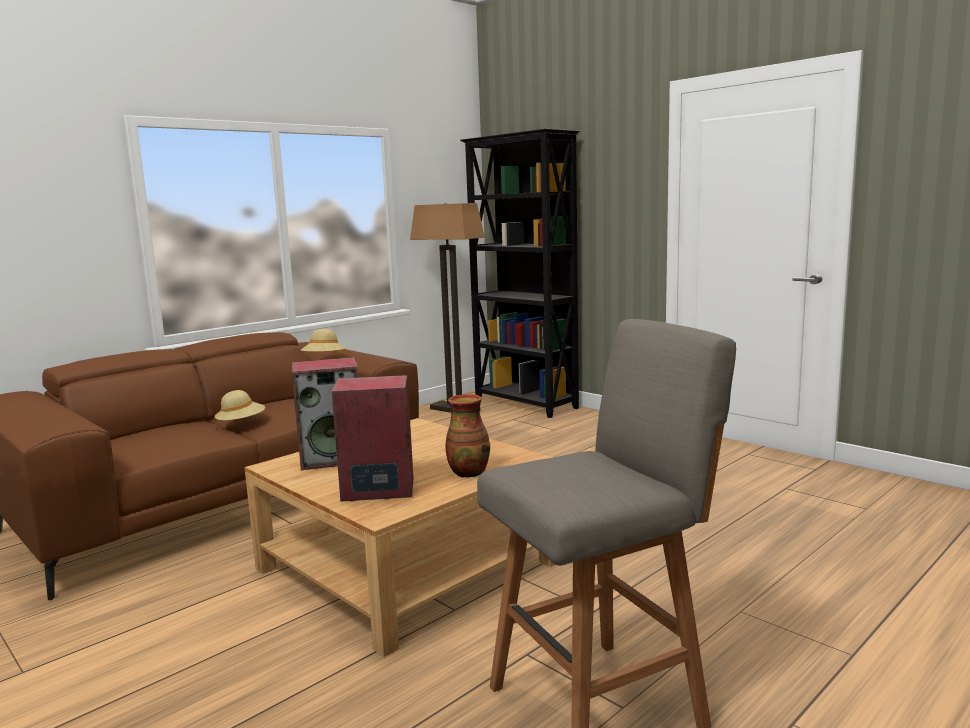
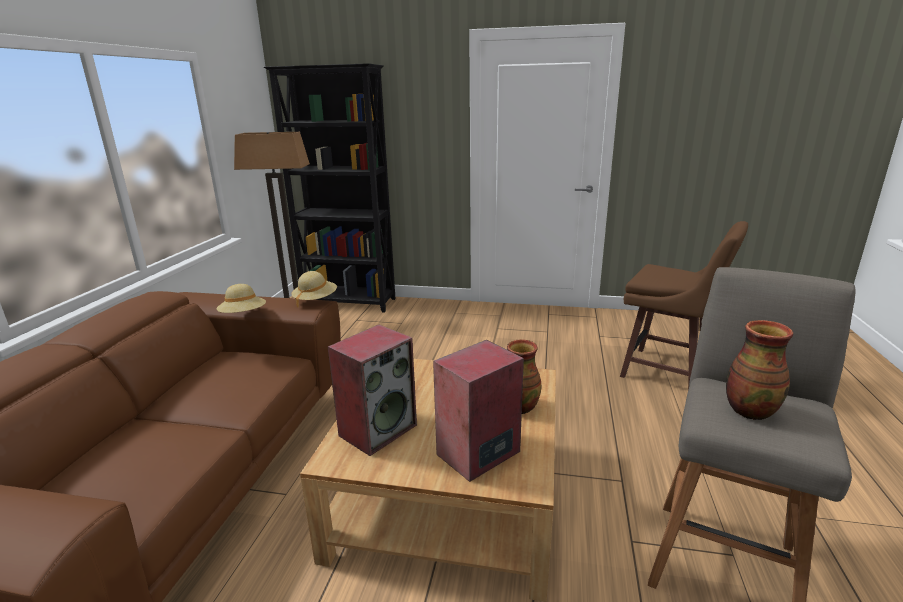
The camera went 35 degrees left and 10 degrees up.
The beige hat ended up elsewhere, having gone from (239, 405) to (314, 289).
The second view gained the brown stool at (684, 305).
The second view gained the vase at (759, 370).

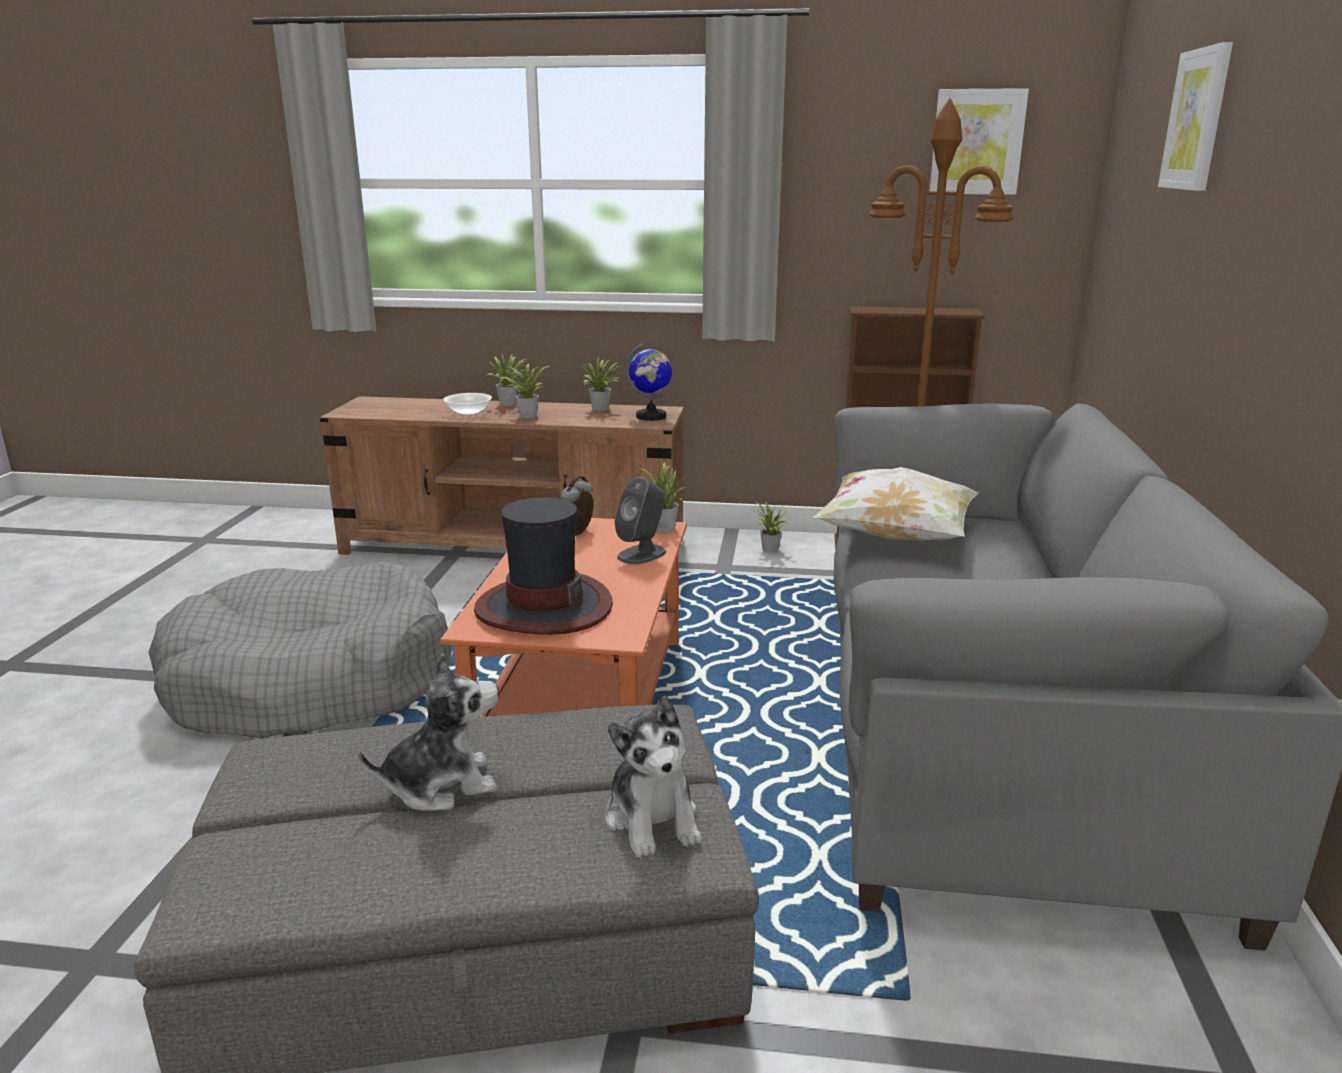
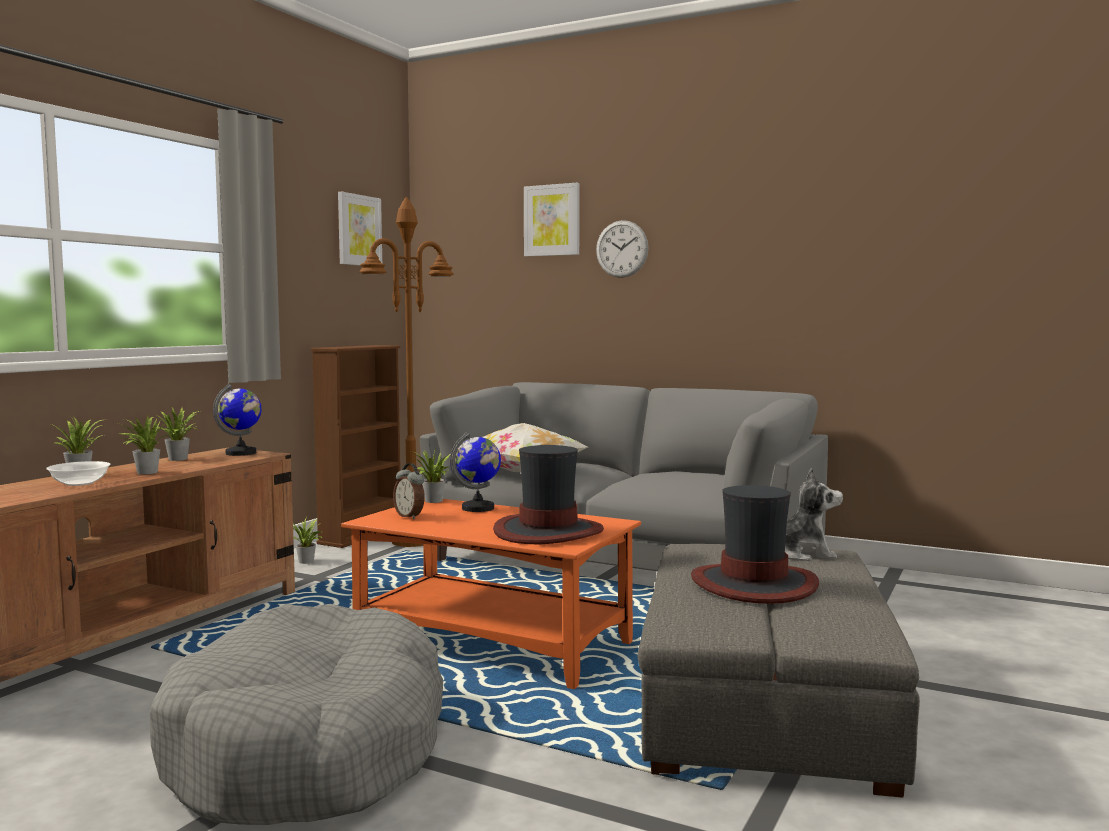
The camera went 70 degrees left and 15 degrees down.
Where the grey speaker stood at (640, 520), the globe came to stand at (475, 472).
The second view gained the wall clock at (622, 249).
Where the plush toy stood at (428, 732), the hat came to stand at (755, 544).

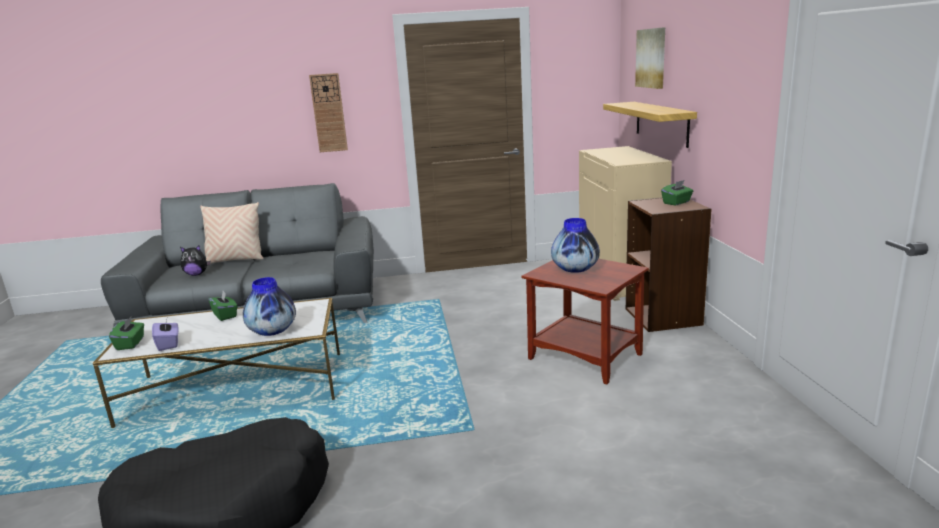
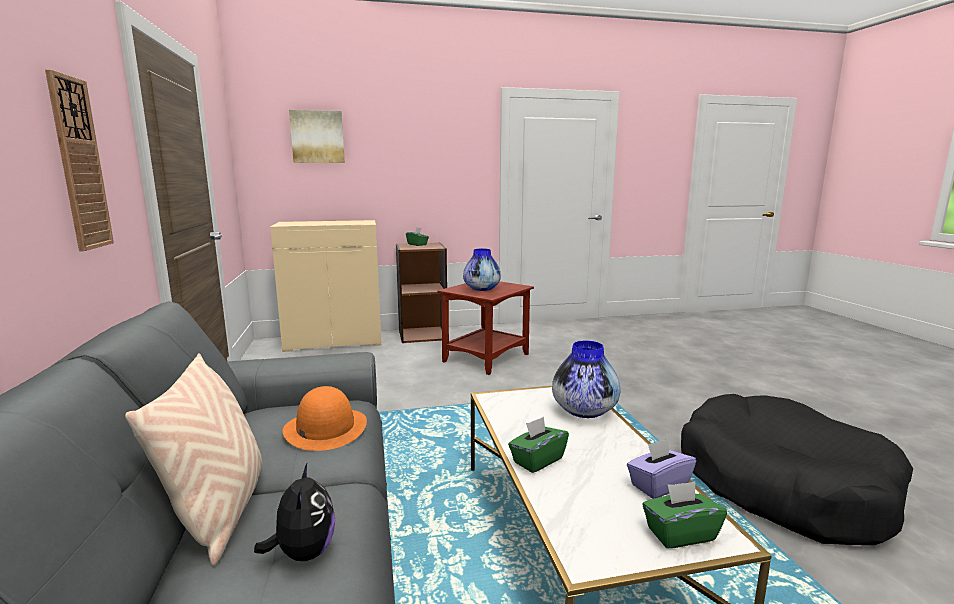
The camera went 95 degrees left and 5 degrees down.
The second view gained the orange hat at (325, 418).
The second view lost the shelf at (650, 125).

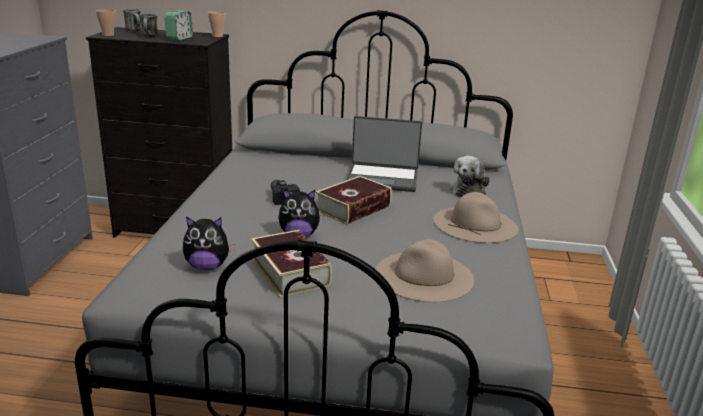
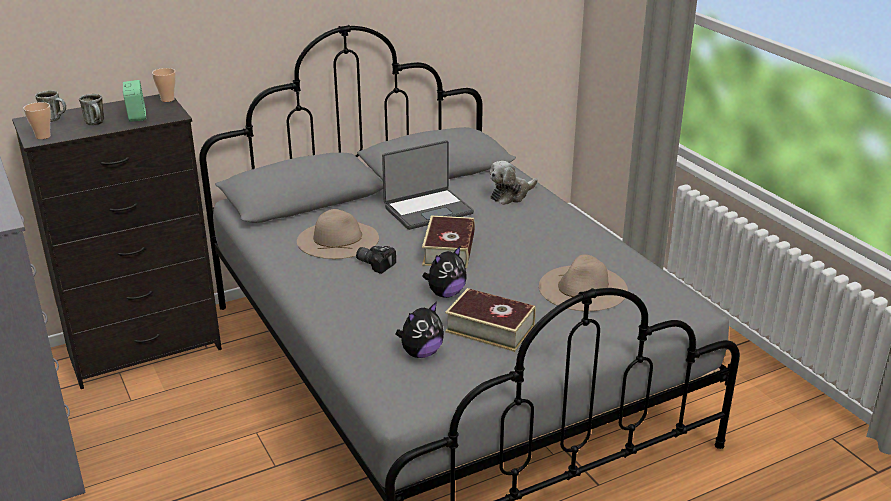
The camera went 35 degrees left and 5 degrees up.
The beige hat ended up elsewhere, having gone from (476, 217) to (338, 234).
The plush toy at (470, 176) ended up facing another way, 60 degrees clockwise from before.

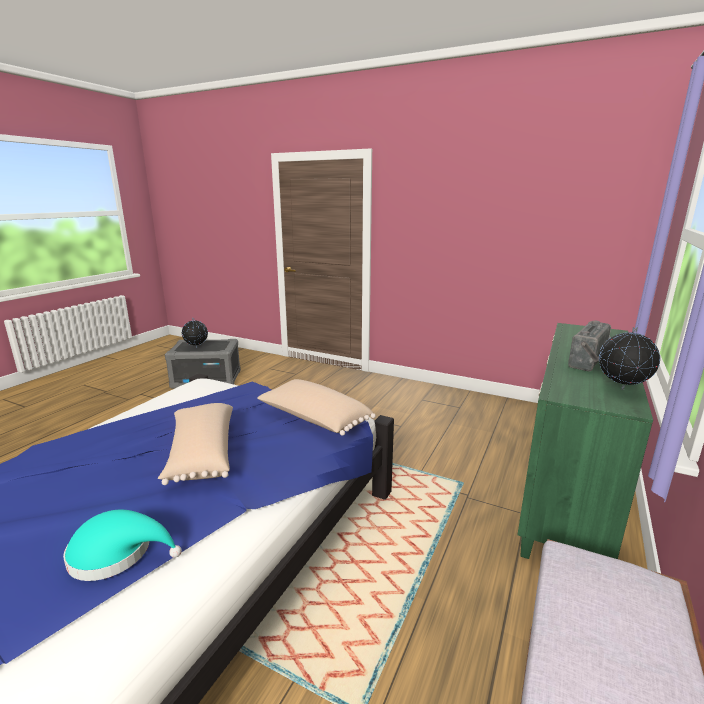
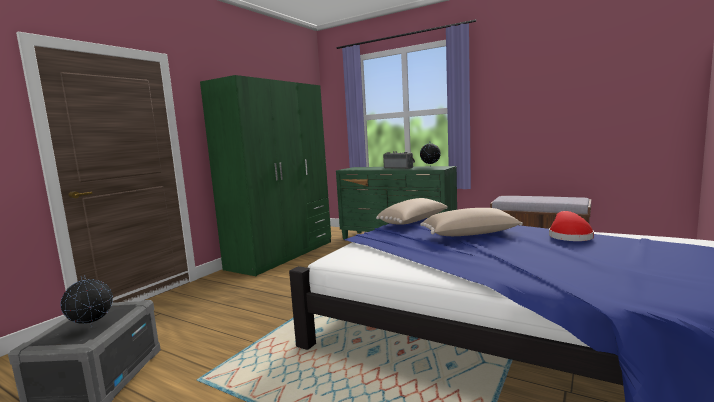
The camera went 85 degrees left and 10 degrees down.
The second view gained the green wardrobe at (265, 175).
What was the turquoise hat at (122, 545) turned into the red hat at (571, 226).

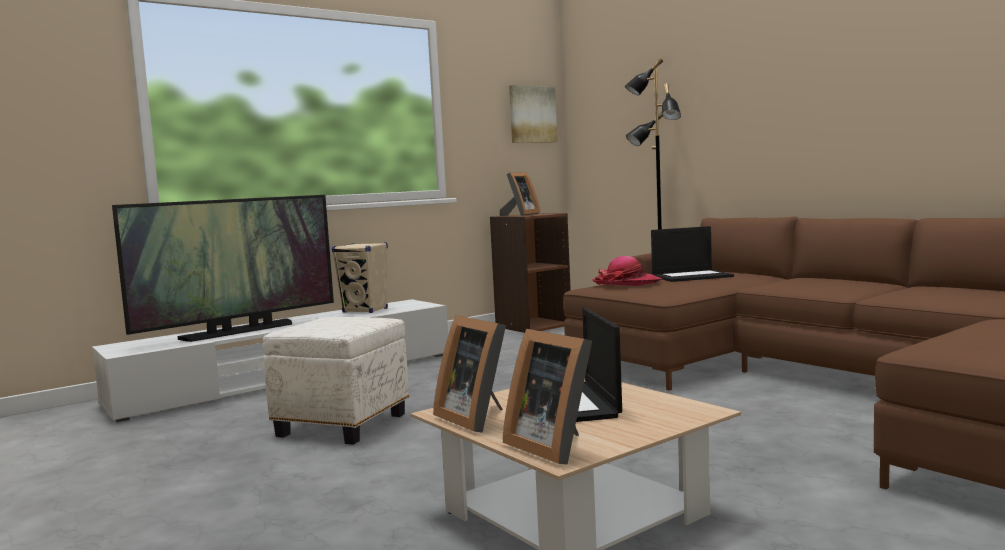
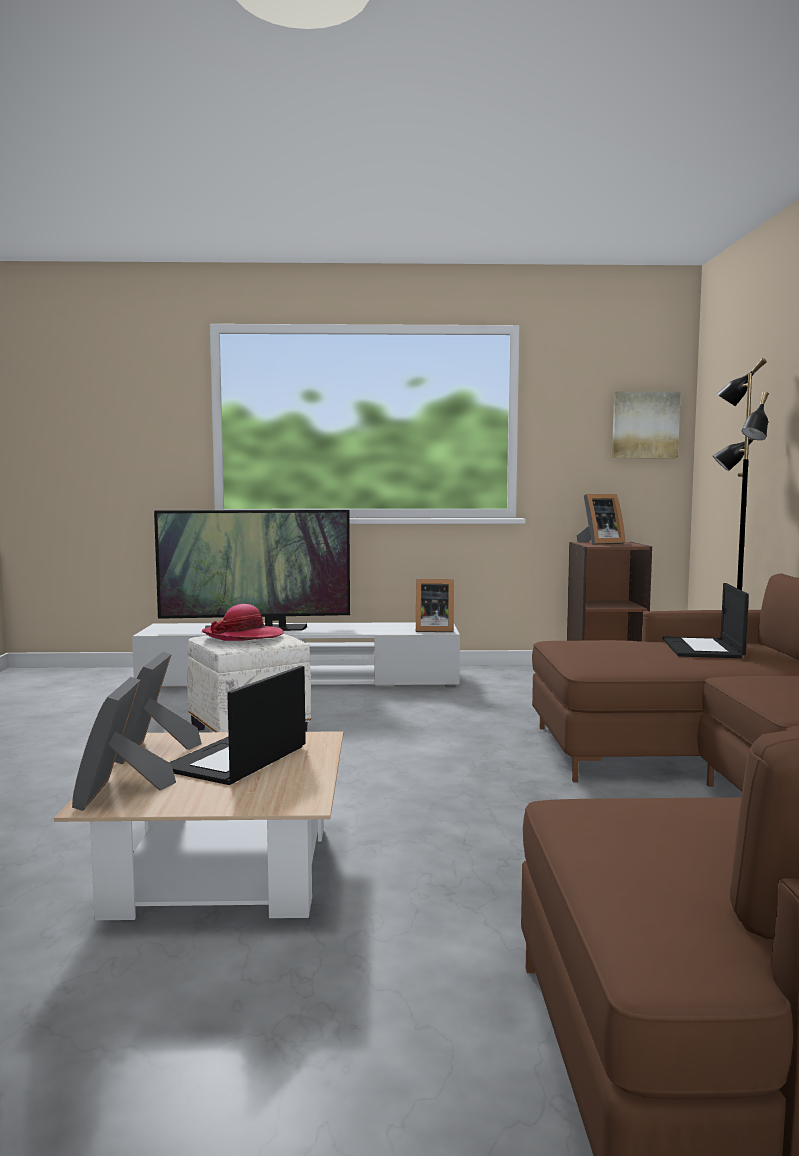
The camera went 35 degrees right and 0 degrees up.
The hat ended up elsewhere, having gone from (627, 271) to (243, 622).
The second view gained the picture frame at (435, 605).
The laptop at (692, 254) ended up facing another way, 75 degrees clockwise from before.
The second view lost the beige speaker at (360, 277).

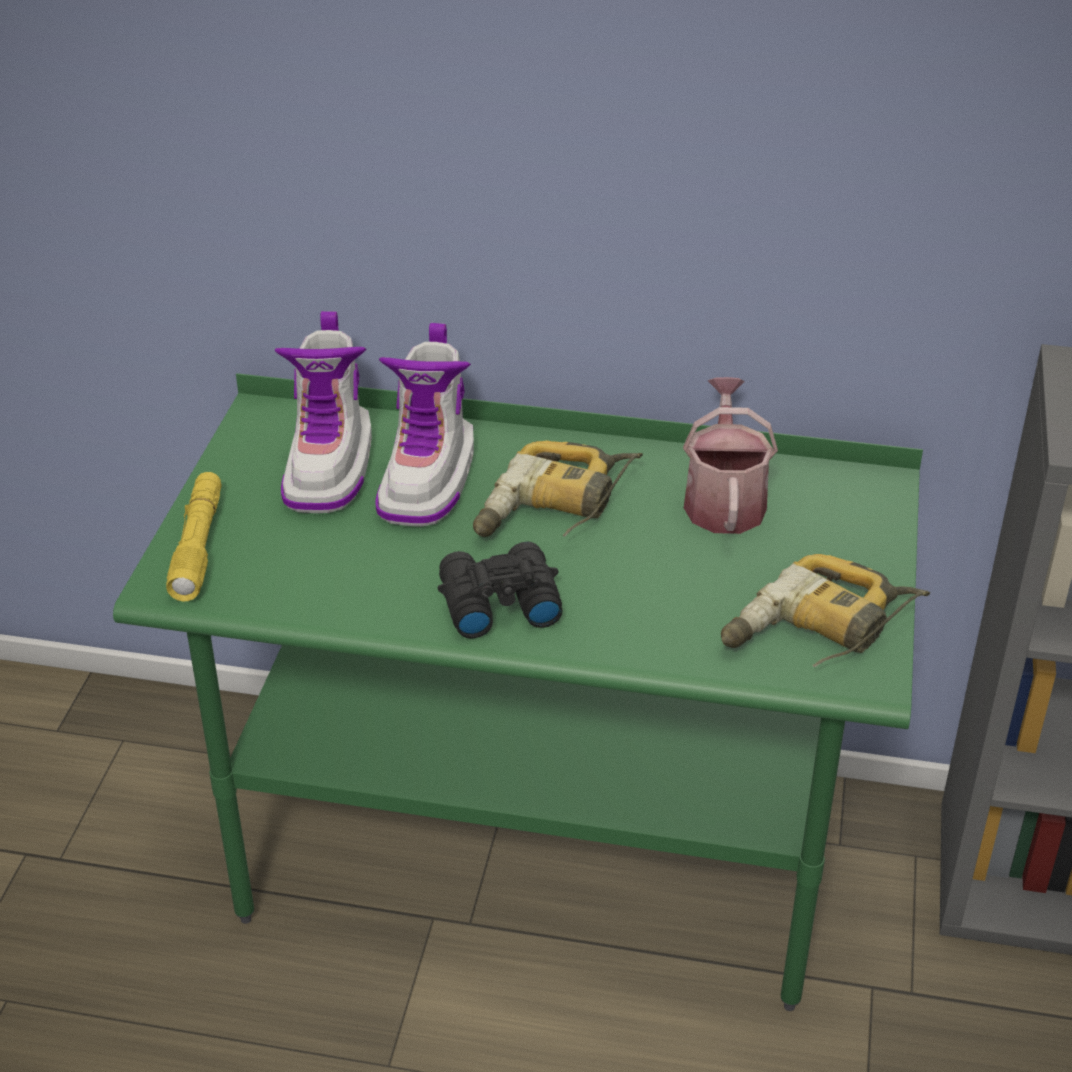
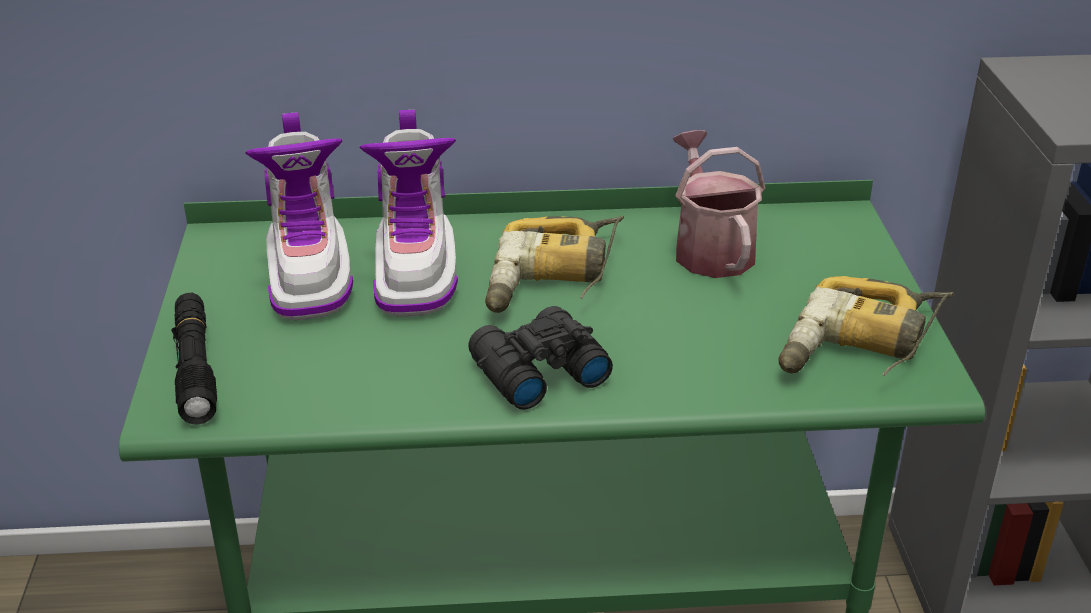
The camera went 15 degrees left and 5 degrees down.
What was the yellow flashlight at (194, 536) turned into the black flashlight at (194, 359).

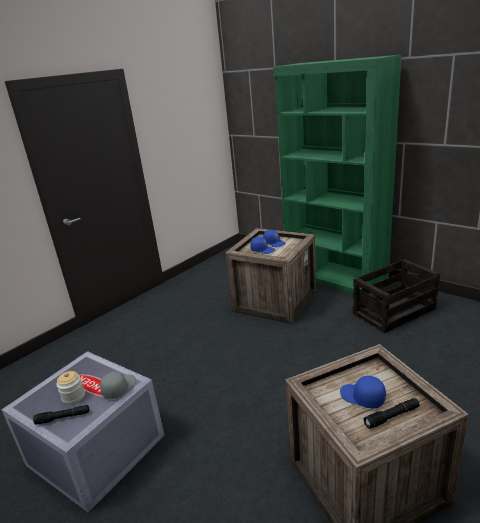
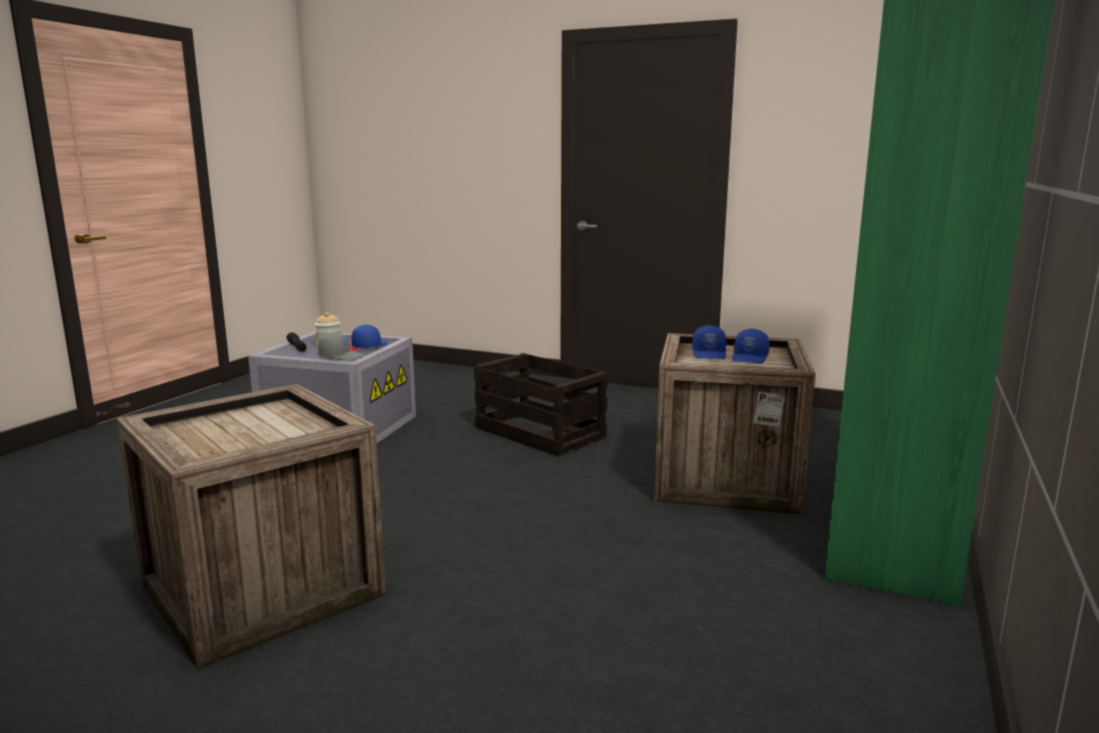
The camera went 70 degrees right and 10 degrees down.
The blue cap ended up elsewhere, having gone from (363, 392) to (369, 336).
The crate ended up elsewhere, having gone from (396, 296) to (541, 405).
The second view lost the black flashlight at (392, 413).

